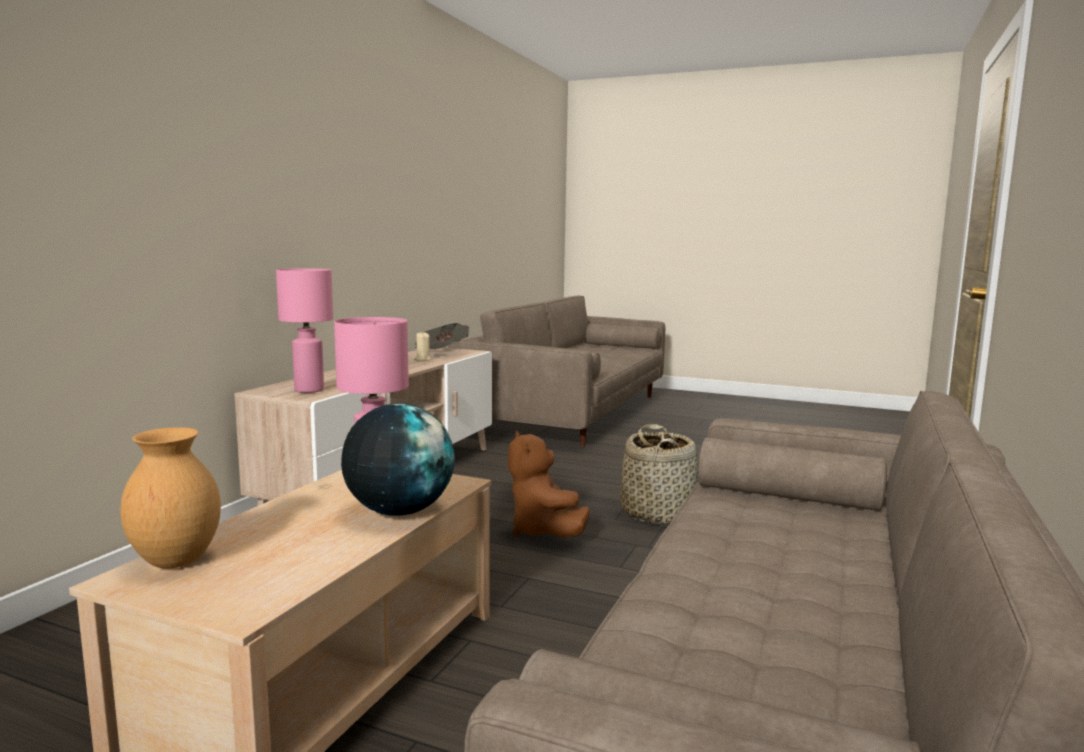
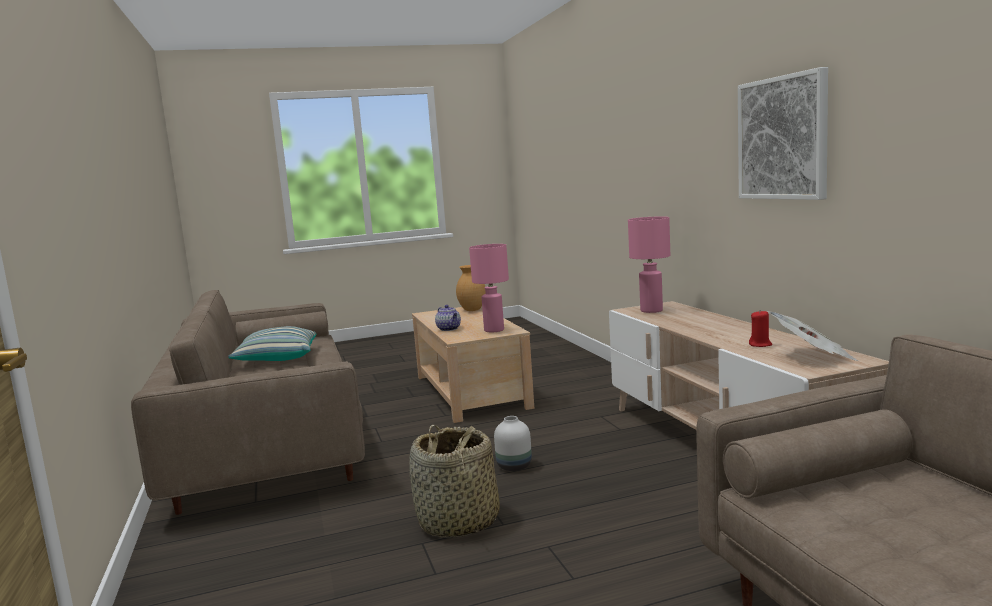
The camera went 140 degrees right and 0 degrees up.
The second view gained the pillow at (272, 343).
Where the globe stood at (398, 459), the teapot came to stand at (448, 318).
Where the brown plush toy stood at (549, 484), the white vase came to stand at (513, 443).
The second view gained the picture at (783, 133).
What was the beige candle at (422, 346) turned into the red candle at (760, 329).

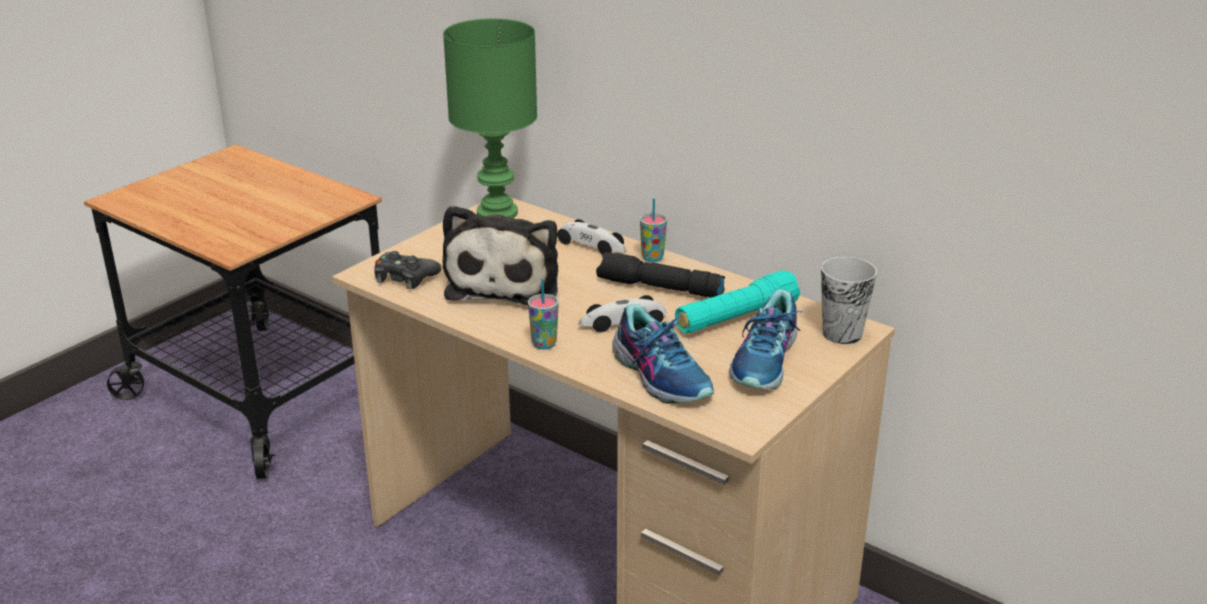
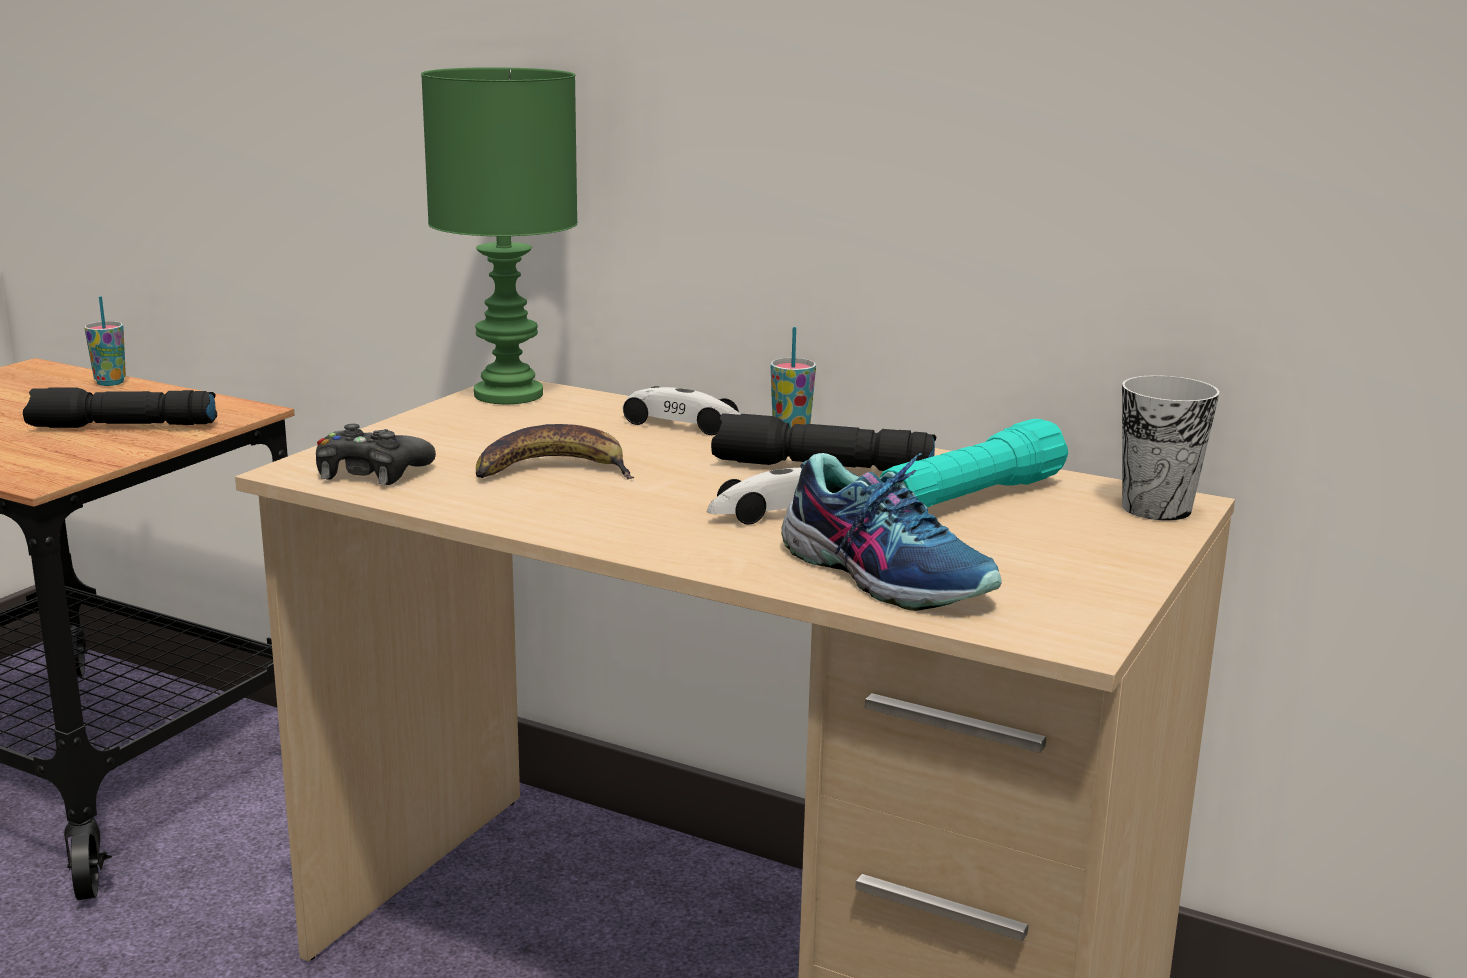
The camera went 10 degrees left and 10 degrees down.
The second view gained the black flashlight at (120, 408).
The cup ended up elsewhere, having gone from (543, 314) to (105, 341).
Where the plush toy stood at (500, 255), the banana came to stand at (555, 451).
The second view lost the shoe at (765, 339).

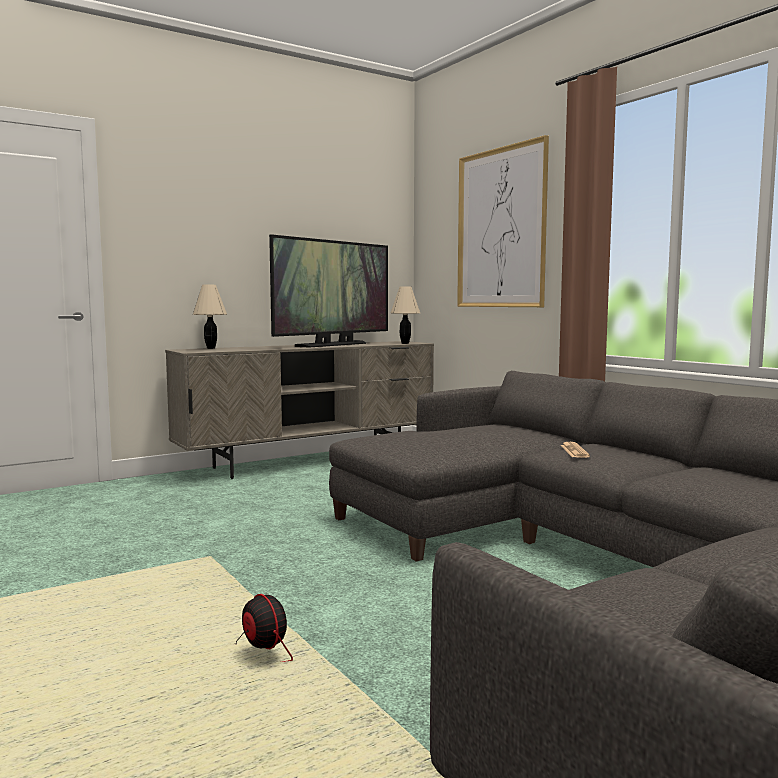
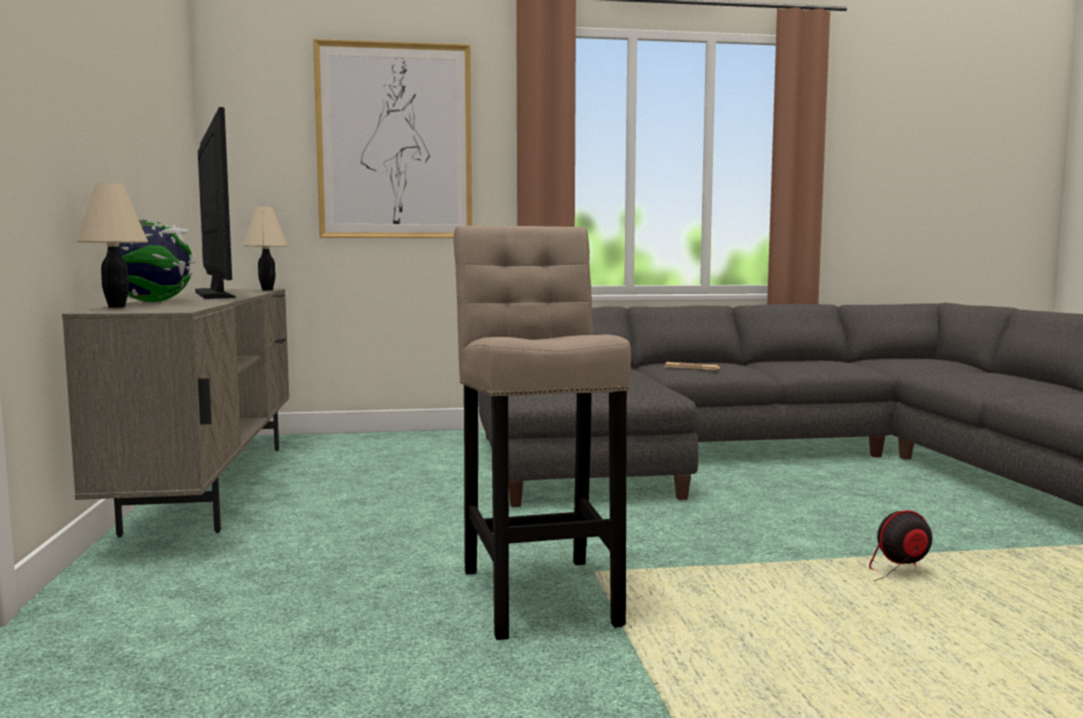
The camera went 65 degrees left and 0 degrees up.
The second view gained the globe at (158, 260).
The second view gained the beige stool at (542, 433).

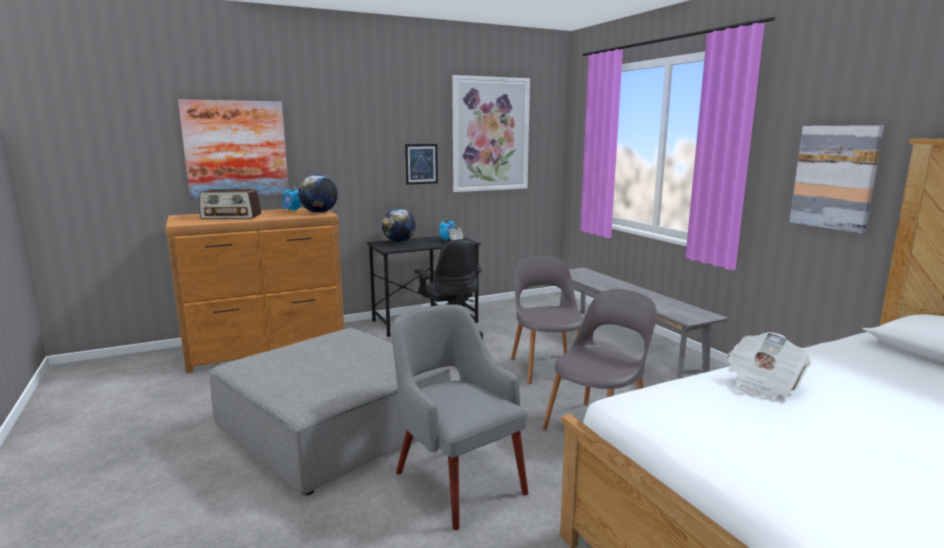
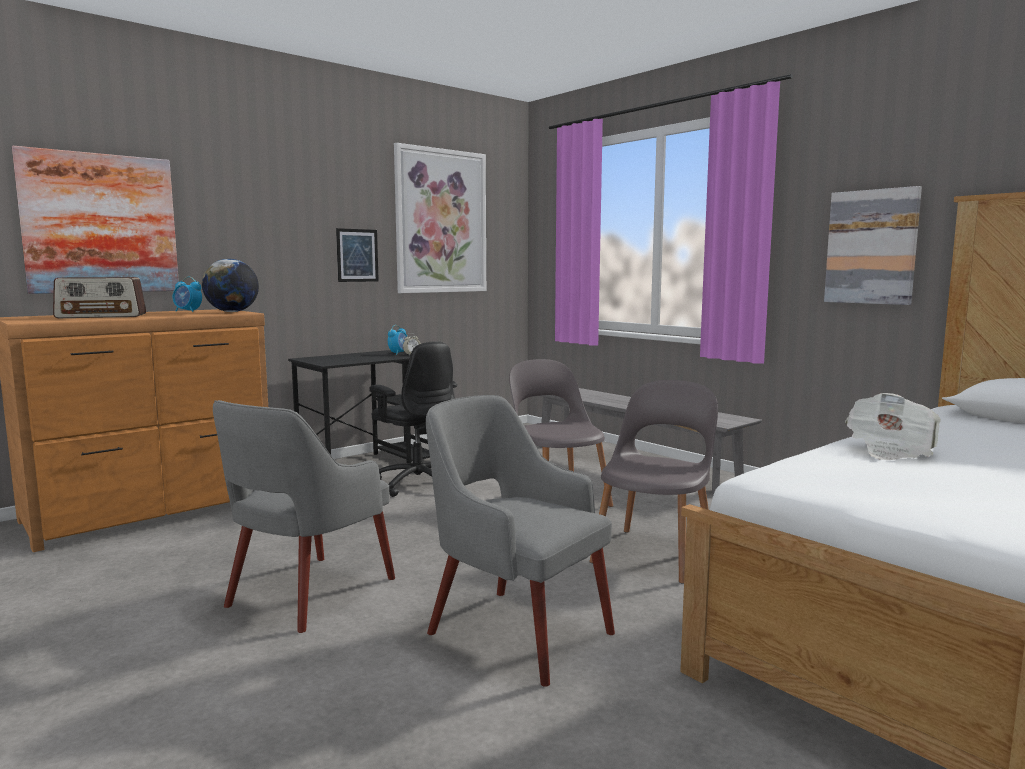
The camera went 15 degrees left and 5 degrees down.
Where the grey ottoman stood at (330, 411), the grey armchair came to stand at (304, 516).
The second view lost the globe at (399, 225).

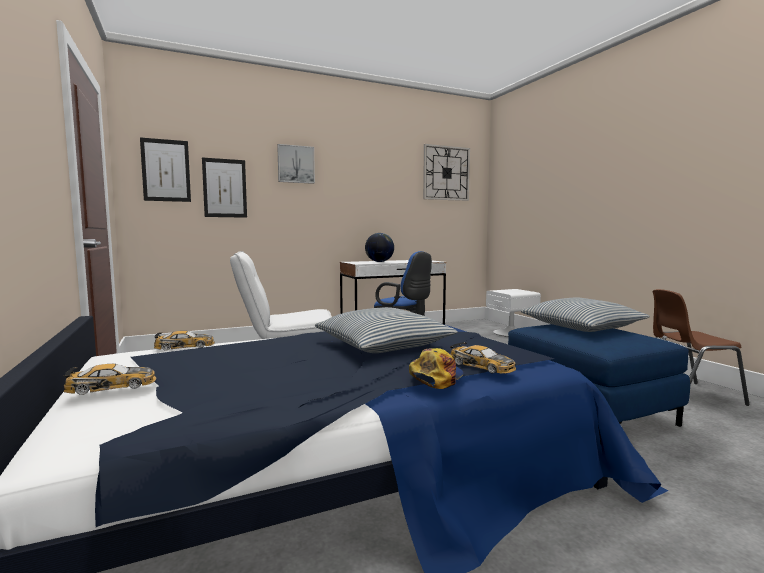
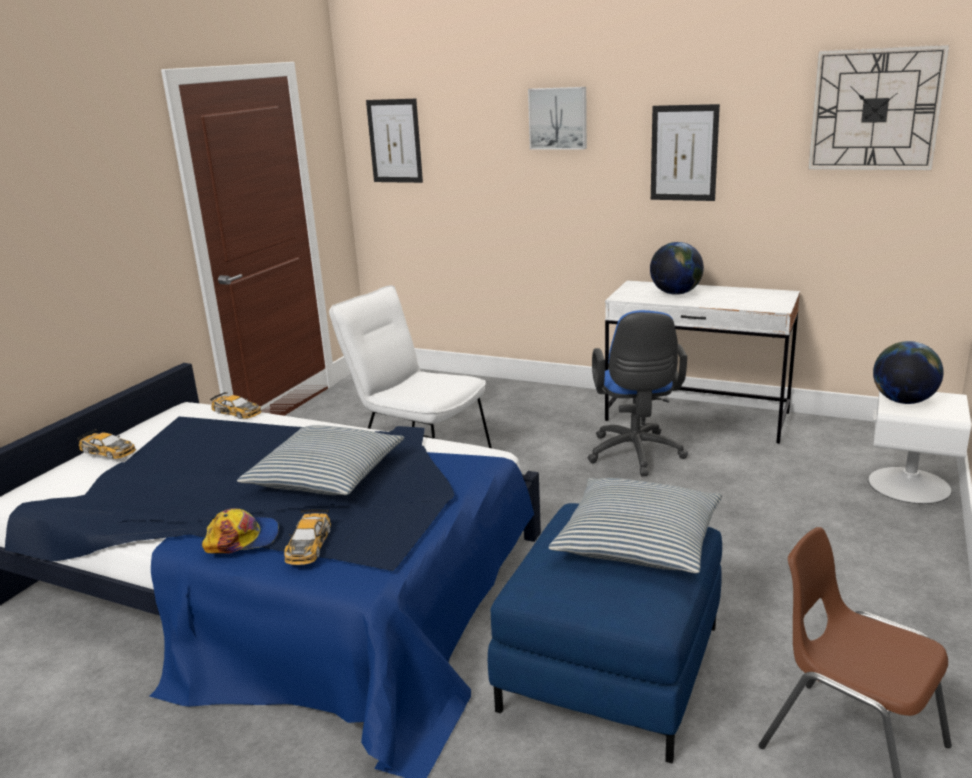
The camera went 50 degrees right and 15 degrees up.
The picture ended up elsewhere, having gone from (224, 188) to (685, 152).
The second view gained the globe at (908, 372).

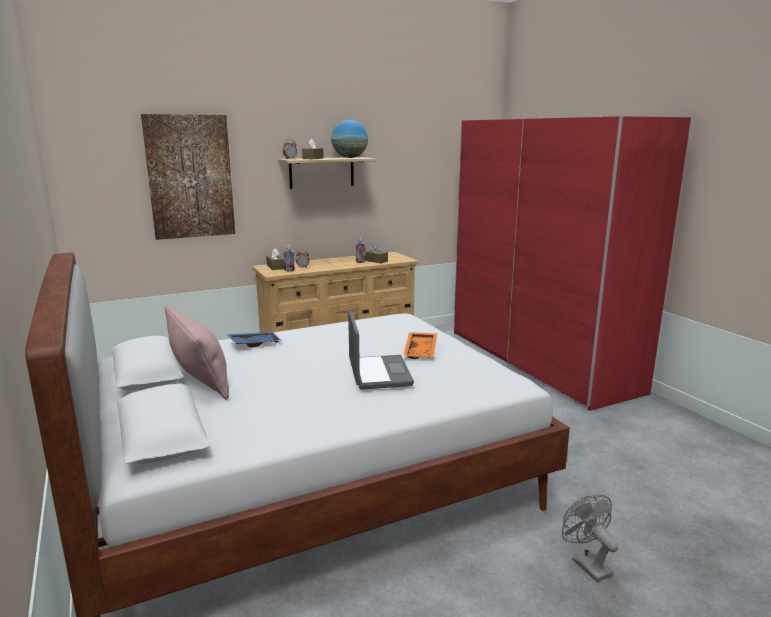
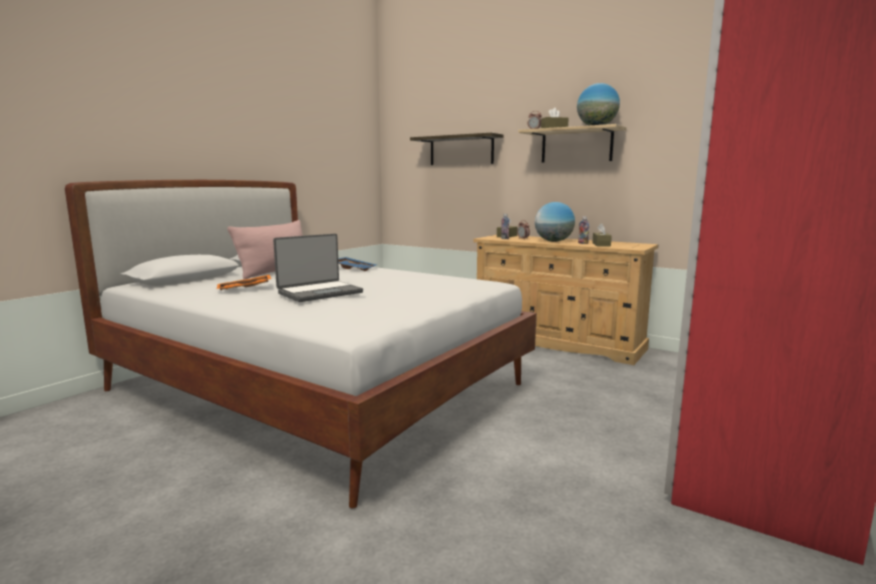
The camera went 60 degrees right and 5 degrees down.
The orange tray ended up elsewhere, having gone from (420, 346) to (244, 282).
Where the picture hung at (188, 177), the shelf came to hang at (456, 149).
The second view gained the globe at (555, 222).
The second view lost the grey fan at (590, 538).

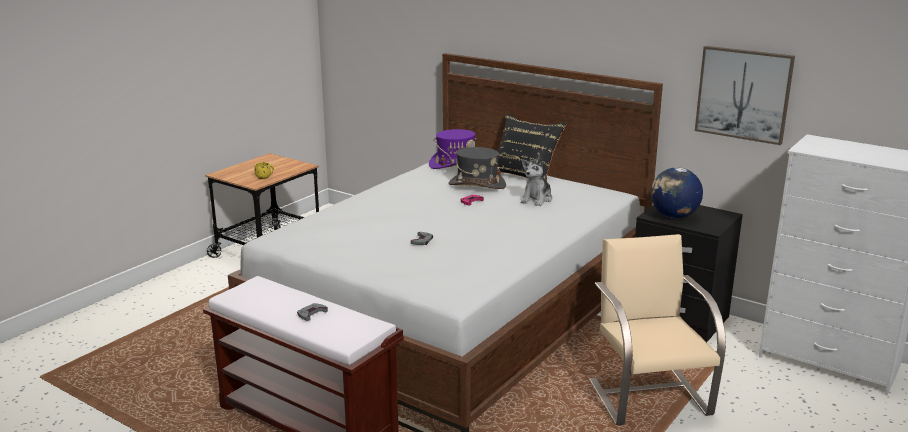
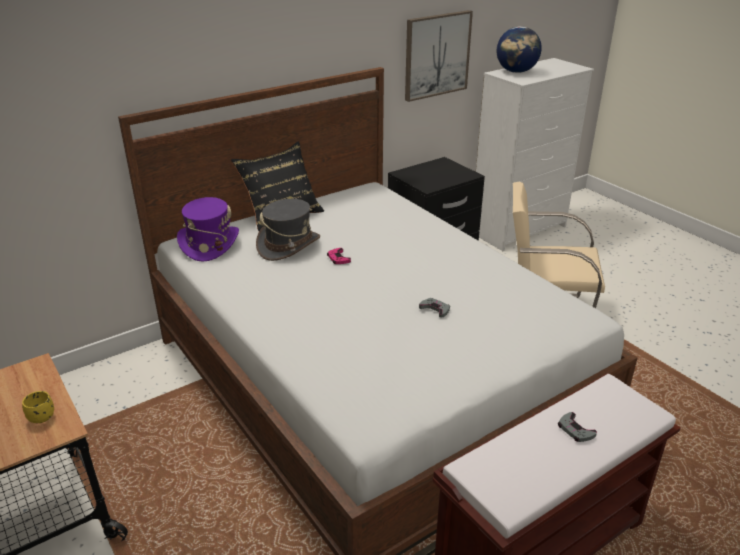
The camera went 70 degrees left and 10 degrees up.
The globe ended up elsewhere, having gone from (677, 193) to (519, 49).
The second view lost the plush toy at (536, 180).

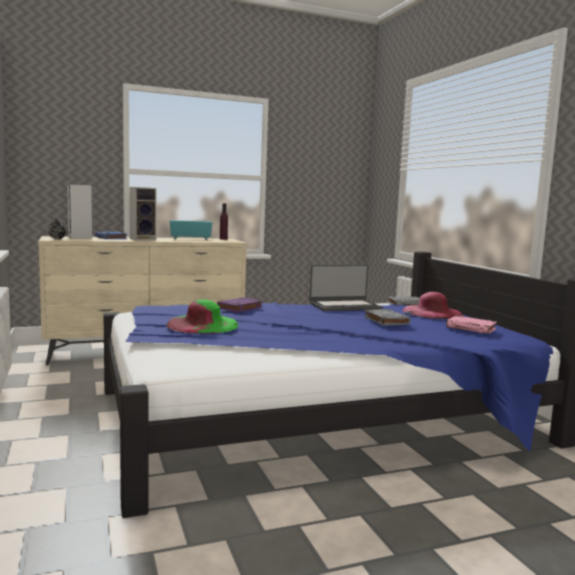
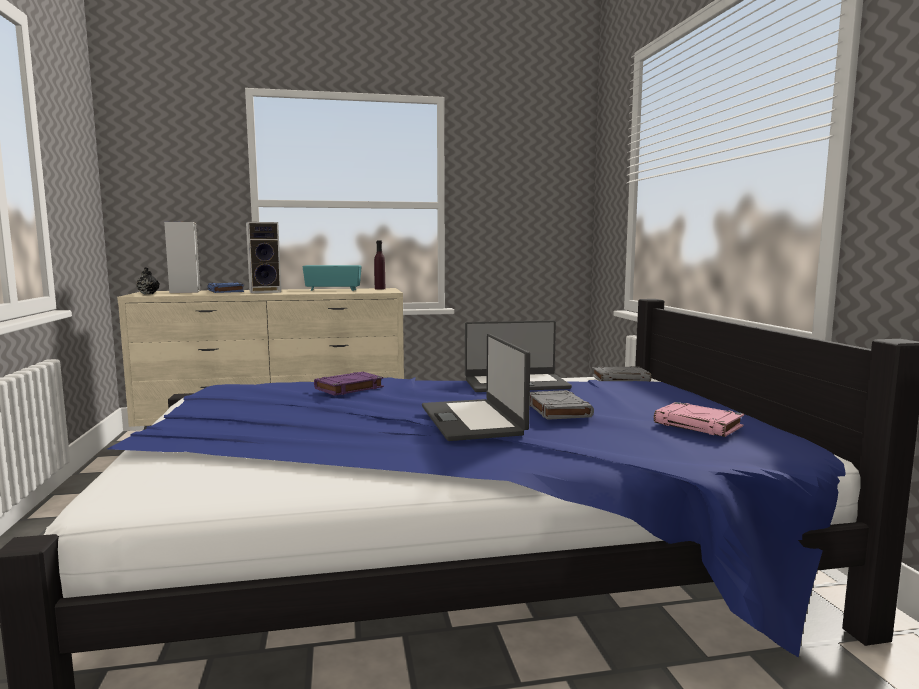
The camera went 10 degrees right and 0 degrees up.
The second view gained the laptop at (476, 387).
The second view lost the green hat at (202, 316).
The second view lost the pink hat at (433, 305).

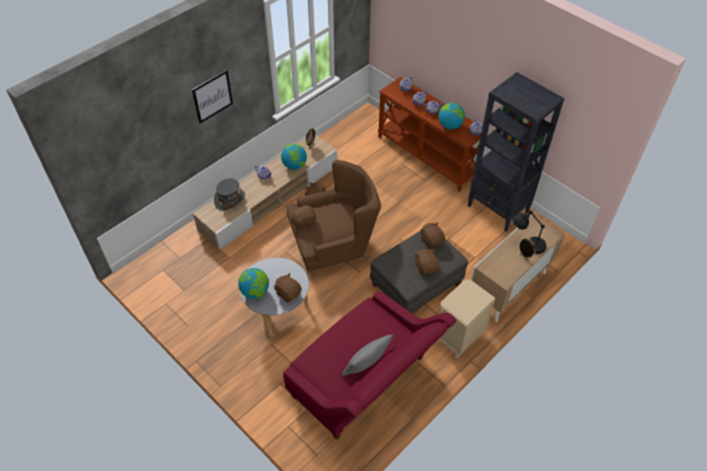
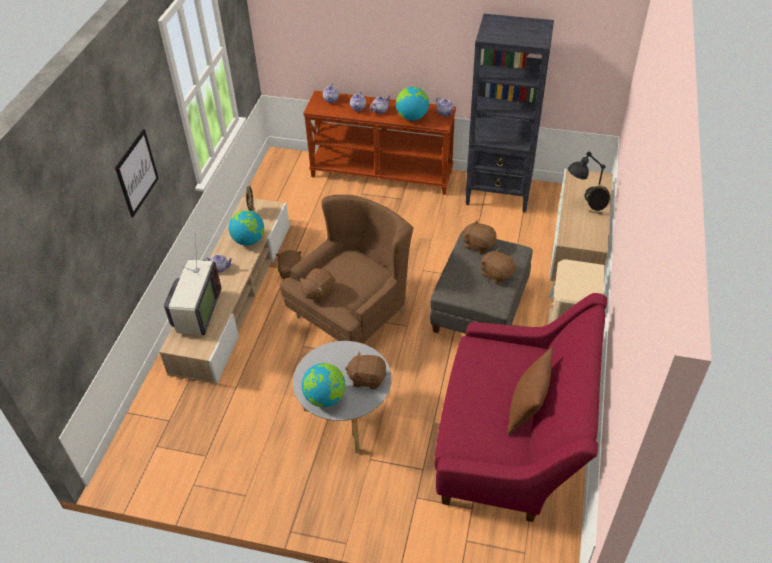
The camera went 30 degrees left and 5 degrees down.
Where the grey hat stood at (229, 194), the television came to stand at (192, 284).
What was the grey pillow at (367, 355) turned into the brown pillow at (530, 391).

